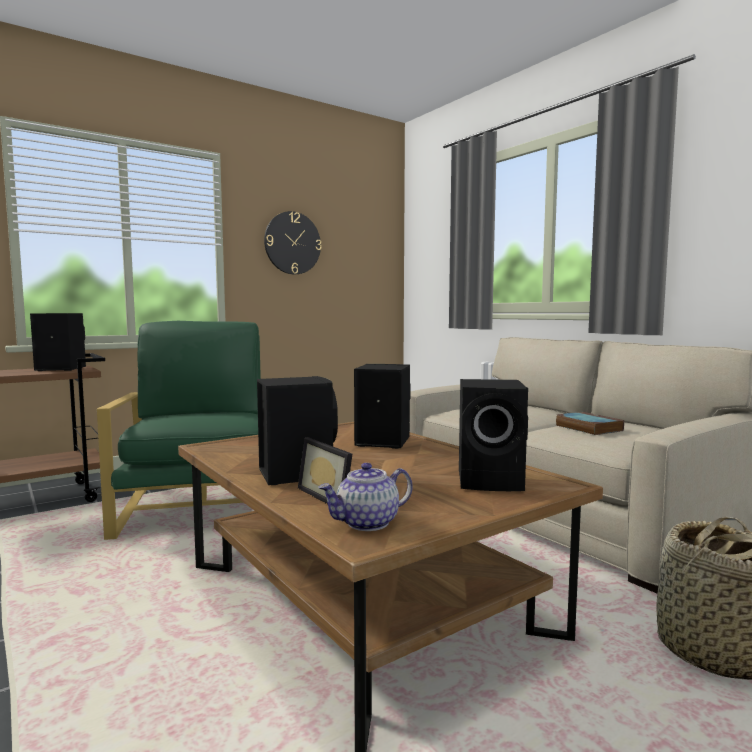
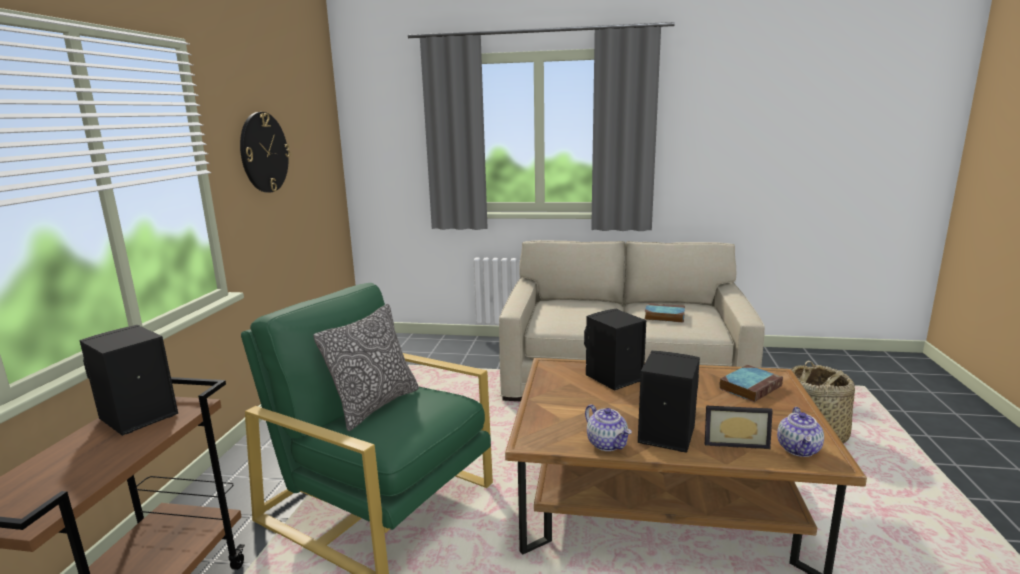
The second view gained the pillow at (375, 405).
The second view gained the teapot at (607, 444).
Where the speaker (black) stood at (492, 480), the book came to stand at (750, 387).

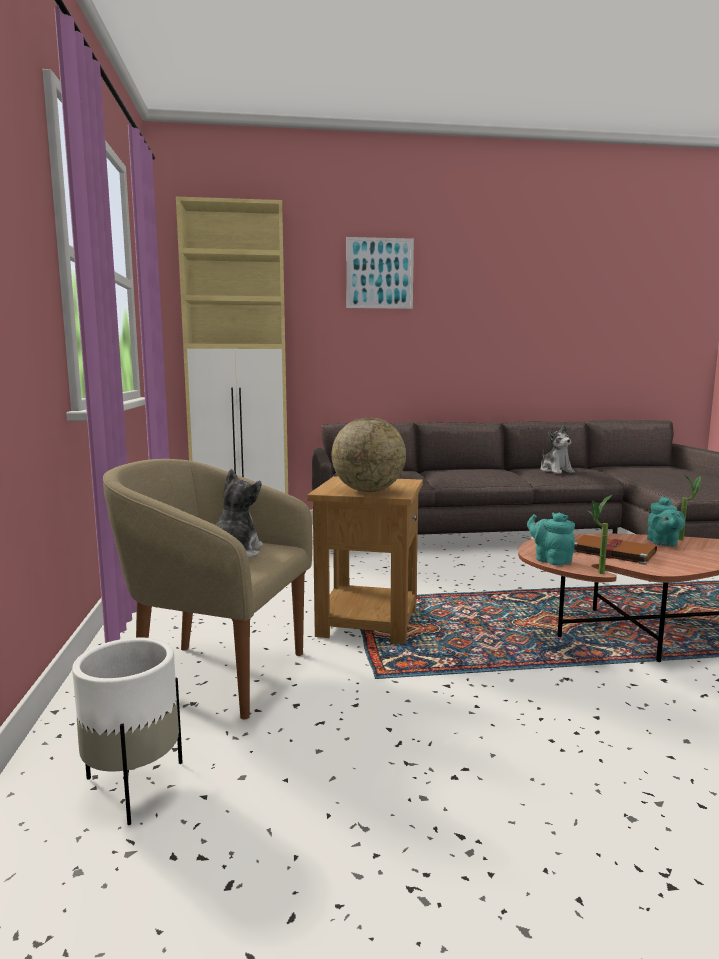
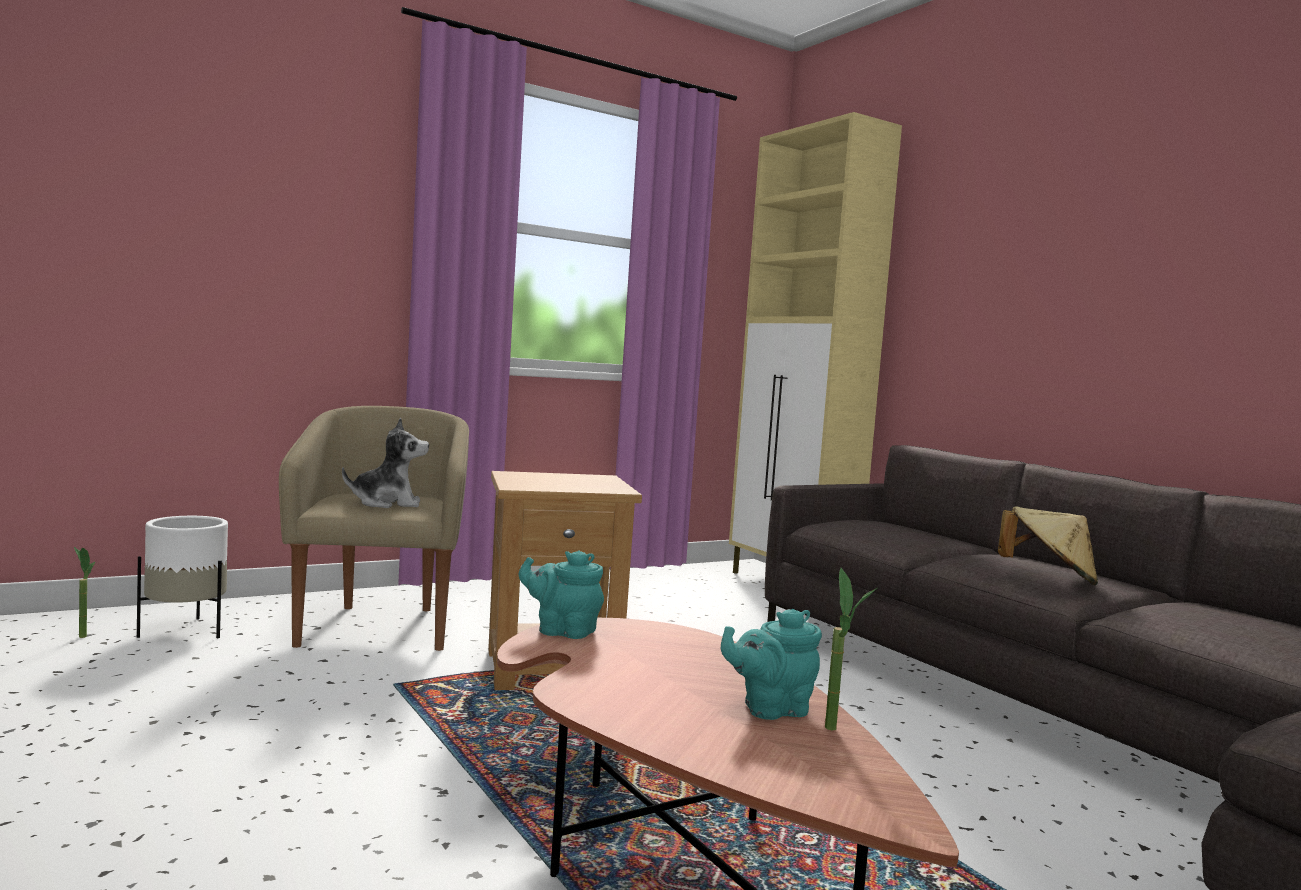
The potted plant ended up elsewhere, having gone from (596, 573) to (81, 634).
The teapot (turquoise) at (550, 560) ended up facing another way, 105 degrees counterclockwise from before.
The second view gained the hat (beige) at (1049, 578).
The second view lost the globe at (368, 491).
The second view lost the picture at (379, 273).
The second view lost the plush toy at (556, 471).
The second view lost the book (brown) at (611, 552).

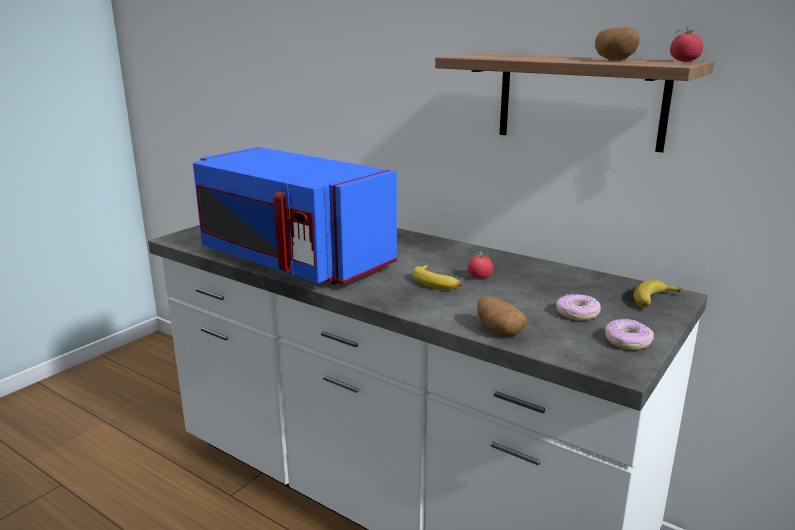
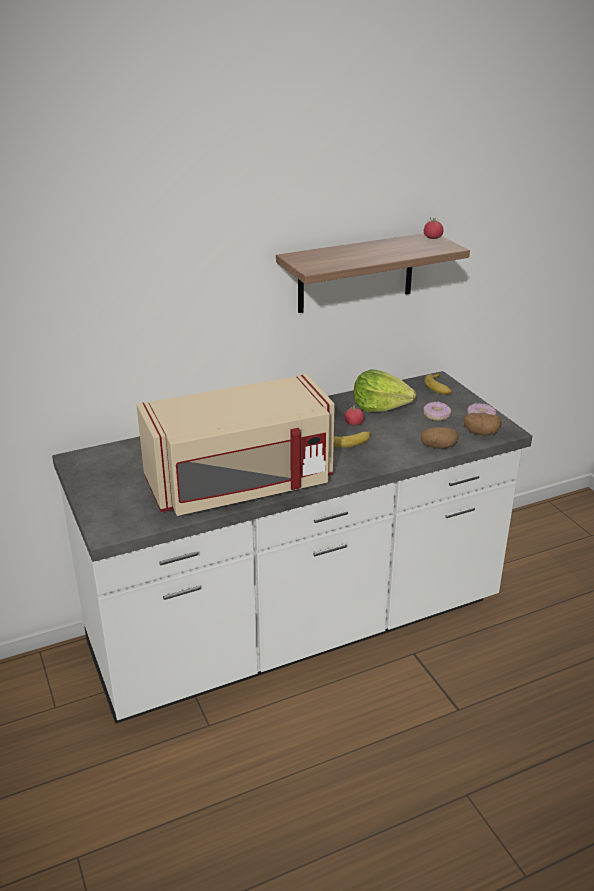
What was the microwave (blue) at (292, 260) turned into the microwave (beige) at (241, 485).
The second view gained the lettuce at (380, 406).
The potato ended up elsewhere, having gone from (613, 60) to (480, 433).

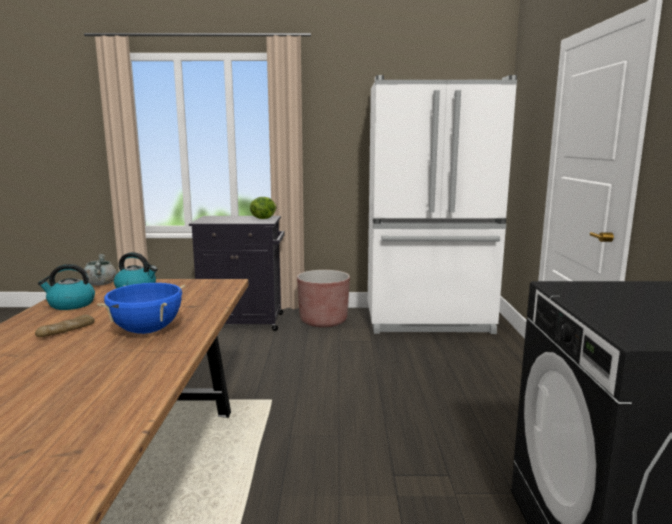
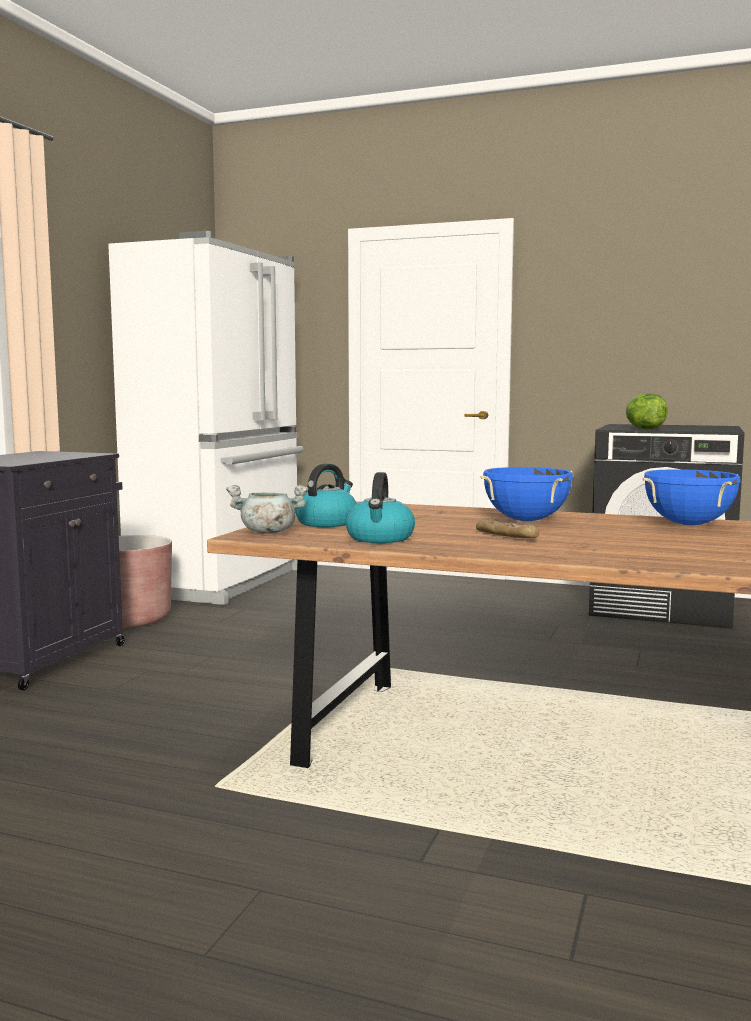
The lettuce ended up elsewhere, having gone from (263, 218) to (644, 429).
The second view gained the cooking pot (blue) at (688, 524).

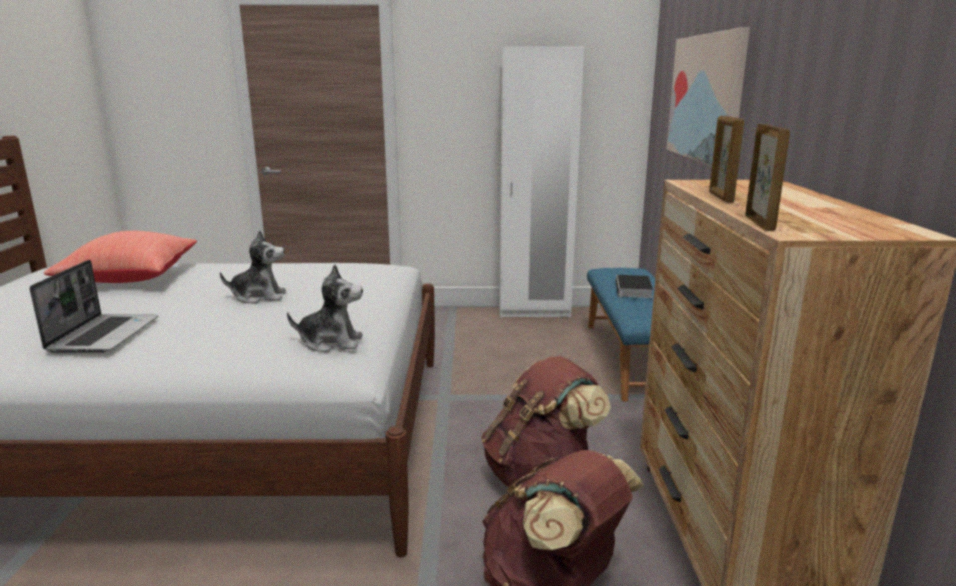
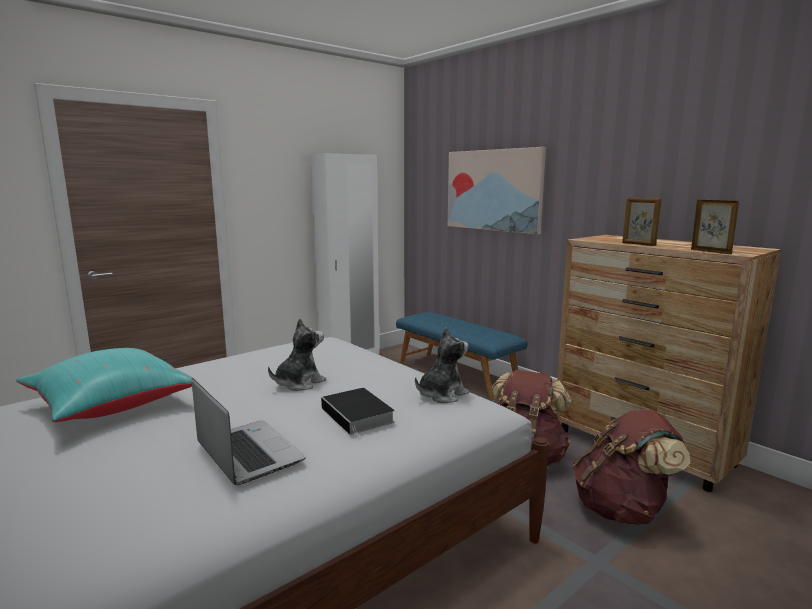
What was the pillow (red) at (130, 279) turned into the pillow (turquoise) at (109, 407).
The book ended up elsewhere, having gone from (634, 290) to (359, 416).

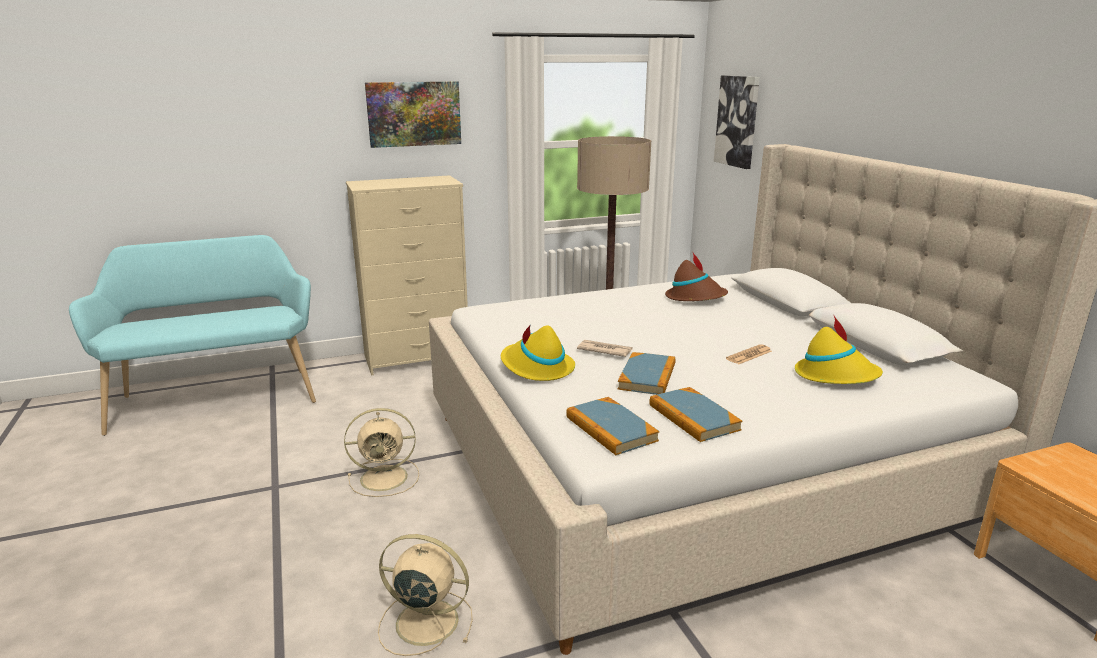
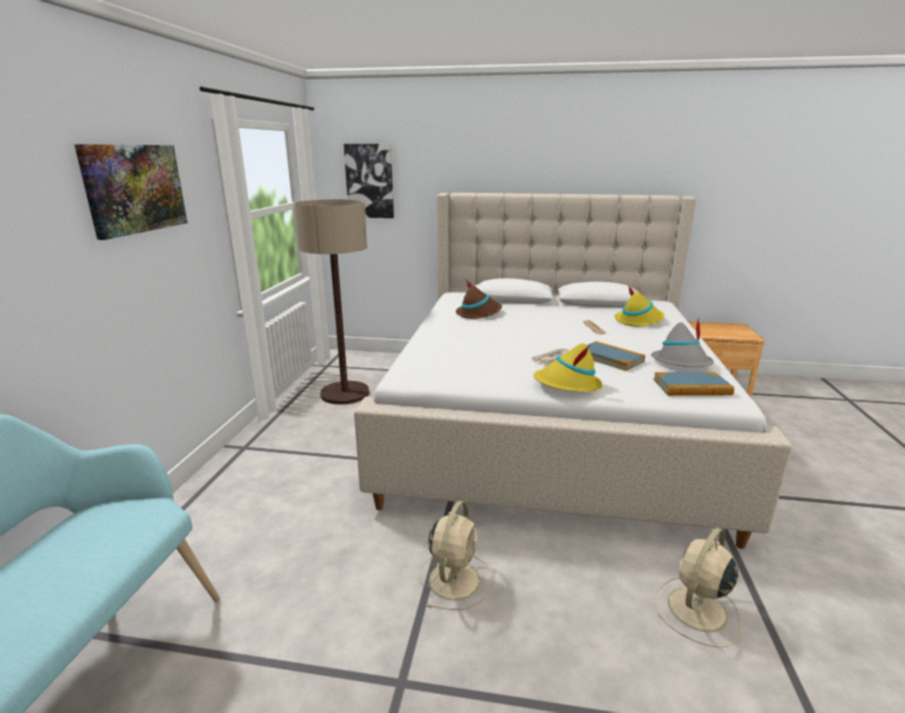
Where the book stood at (693, 417), the hat (grey) came to stand at (682, 363).
The second view lost the dresser (beige) at (417, 357).

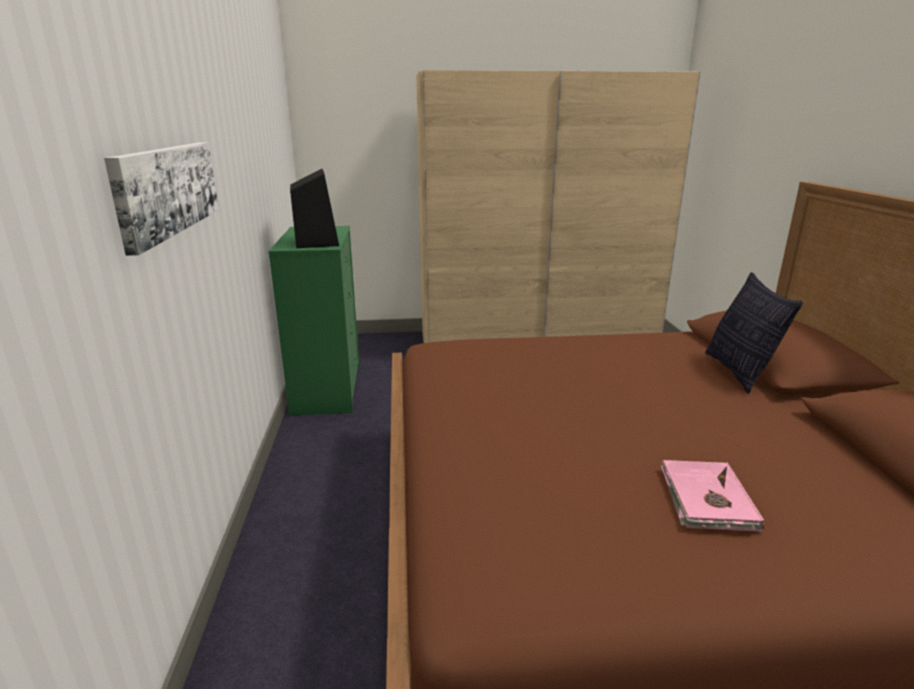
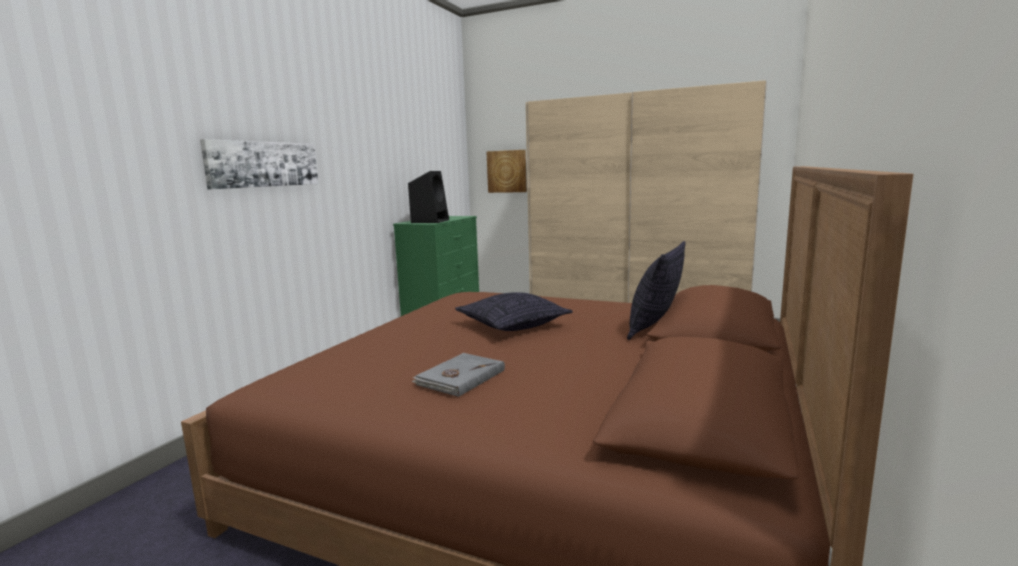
What was the book (pink) at (706, 499) turned into the book (grey) at (459, 377).
The second view gained the pillow at (513, 325).
The second view gained the picture at (507, 171).

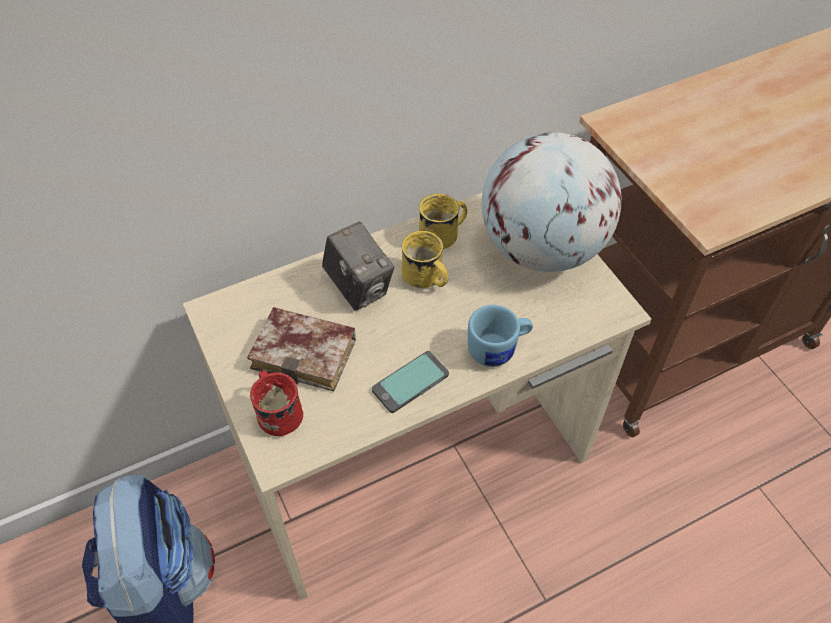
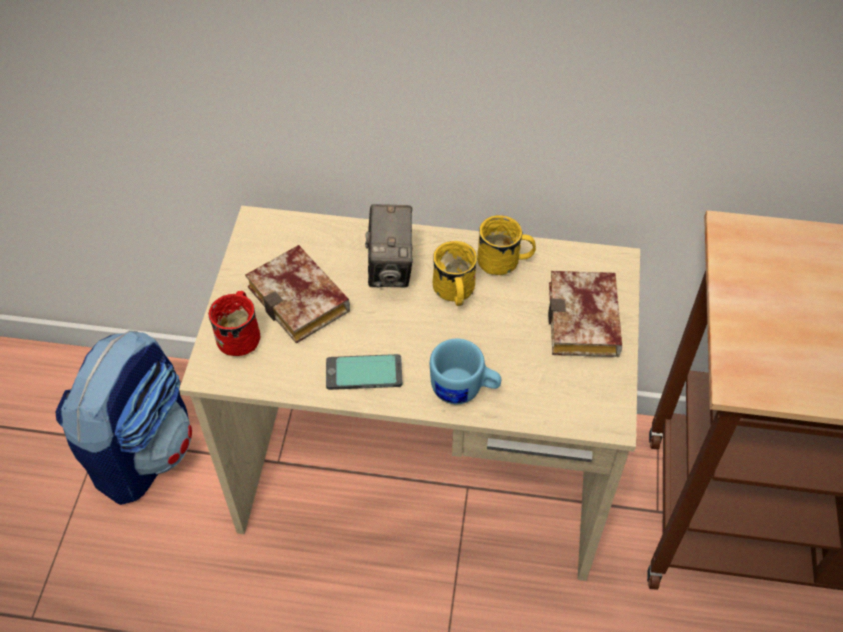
Where the globe stood at (542, 249), the book came to stand at (586, 323).

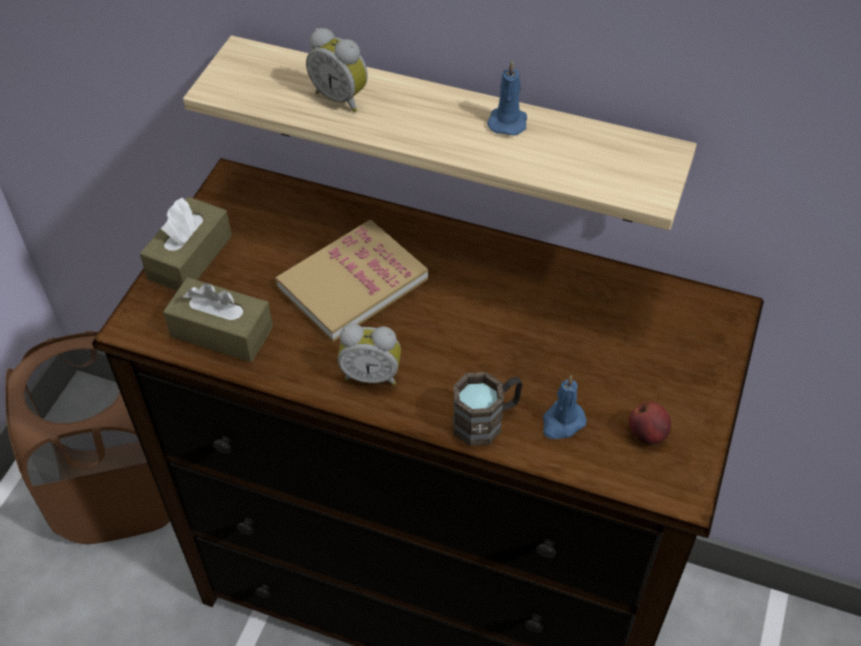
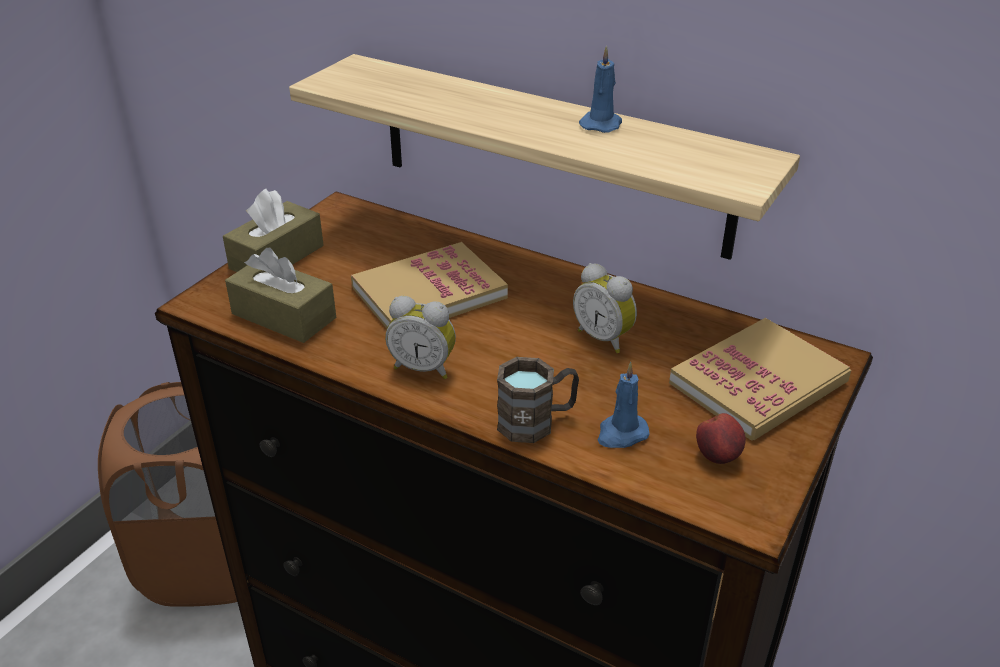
The alarm clock ended up elsewhere, having gone from (341, 97) to (604, 338).
The second view gained the book at (758, 383).

